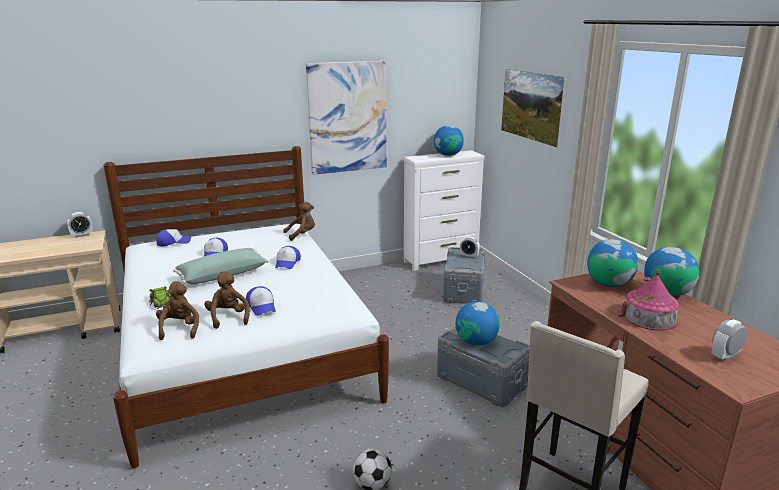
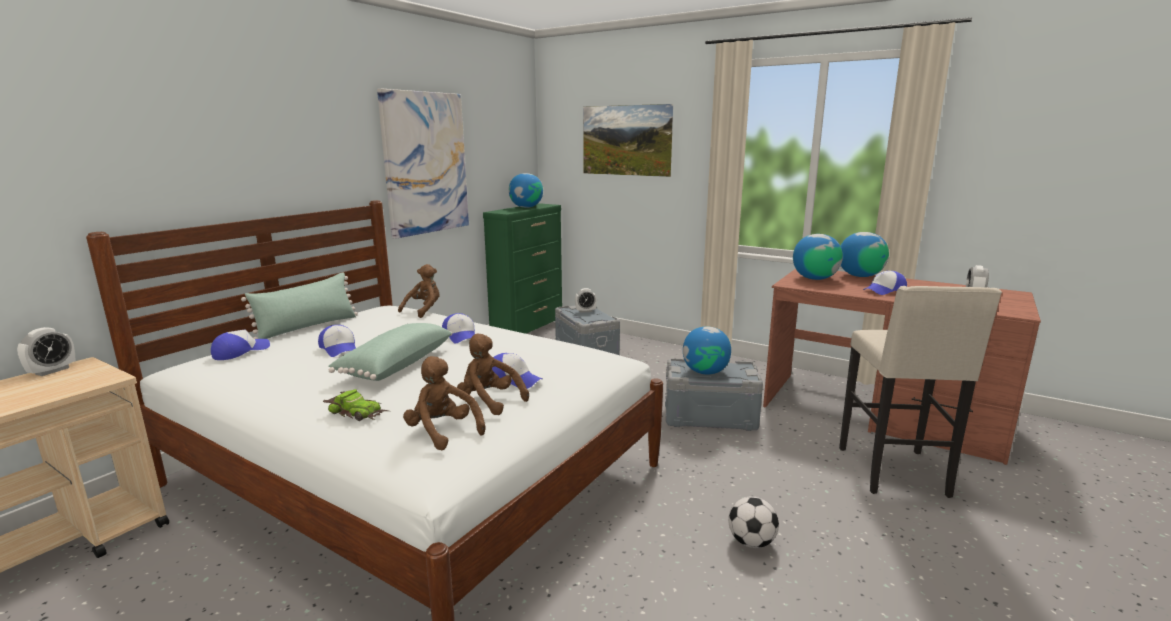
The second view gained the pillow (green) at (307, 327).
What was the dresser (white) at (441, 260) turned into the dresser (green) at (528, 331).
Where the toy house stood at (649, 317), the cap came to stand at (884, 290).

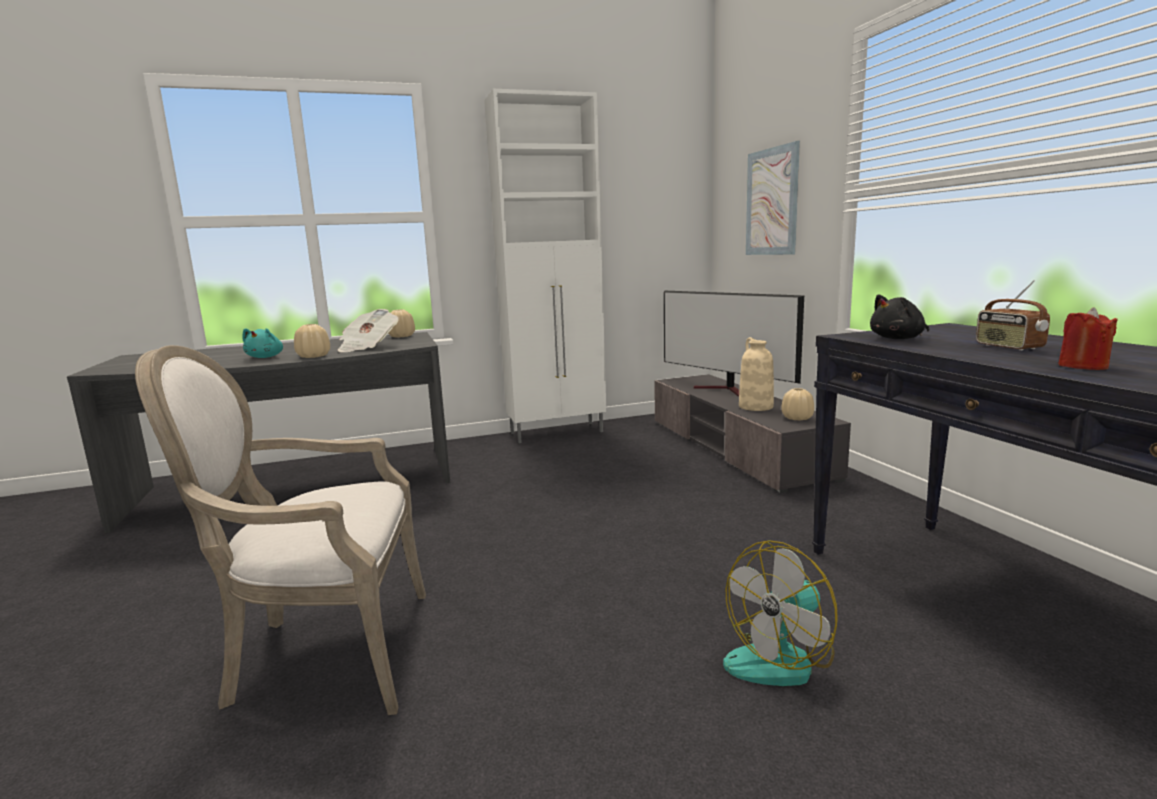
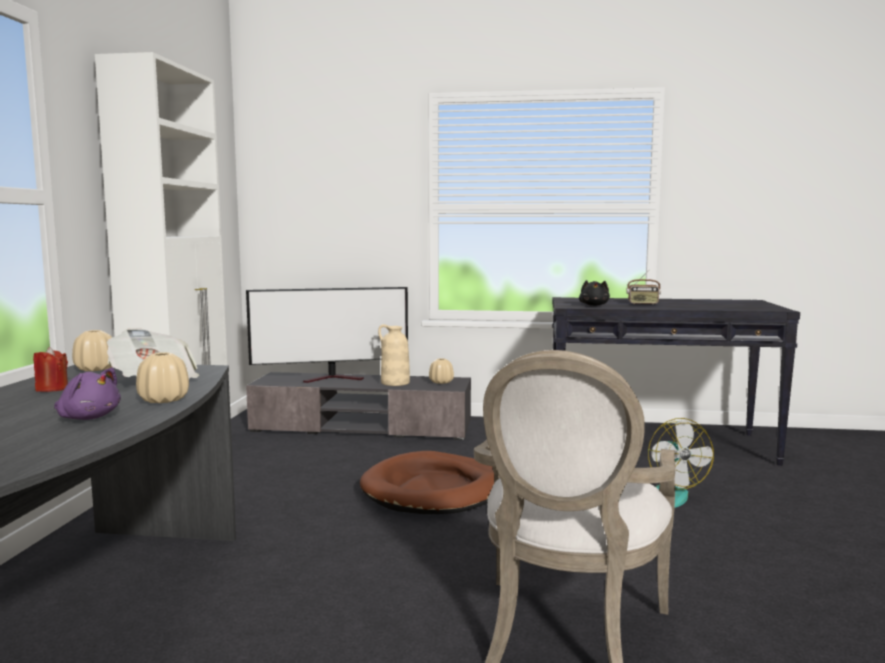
The candle (red) ended up elsewhere, having gone from (1082, 366) to (52, 389).
What was the plush toy (turquoise) at (266, 357) turned into the plush toy (purple) at (88, 417).
The second view gained the dog bed (brown) at (434, 490).
The second view lost the picture at (772, 202).

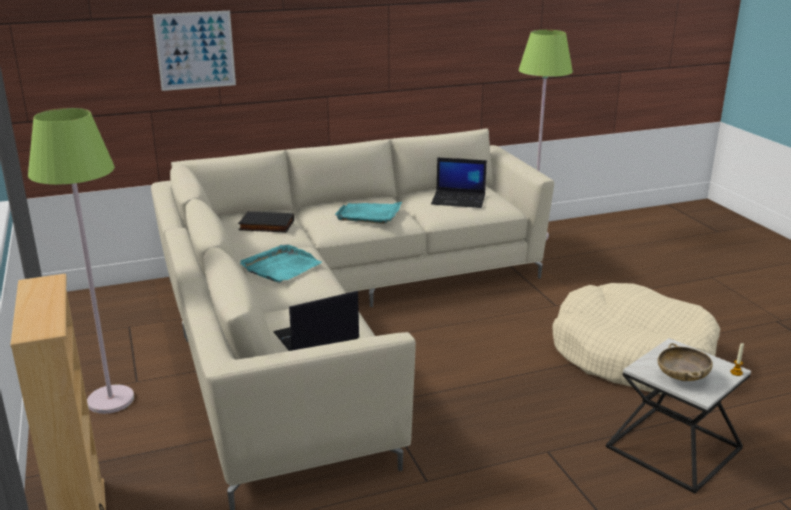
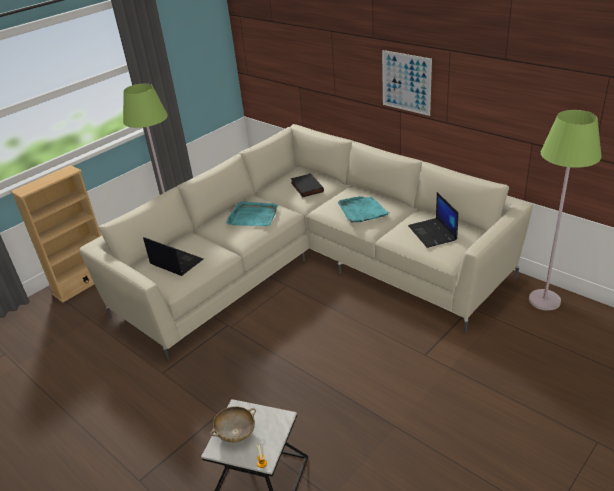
The picture ended up elsewhere, having gone from (195, 50) to (406, 82).
The second view lost the dog bed (beige) at (632, 356).

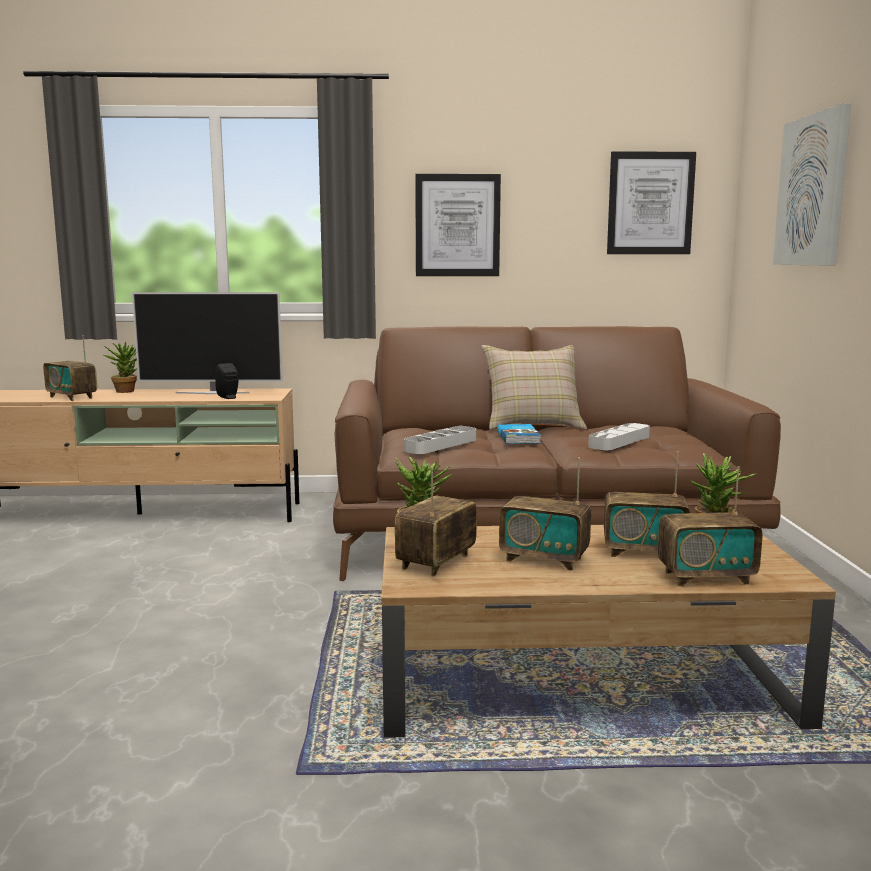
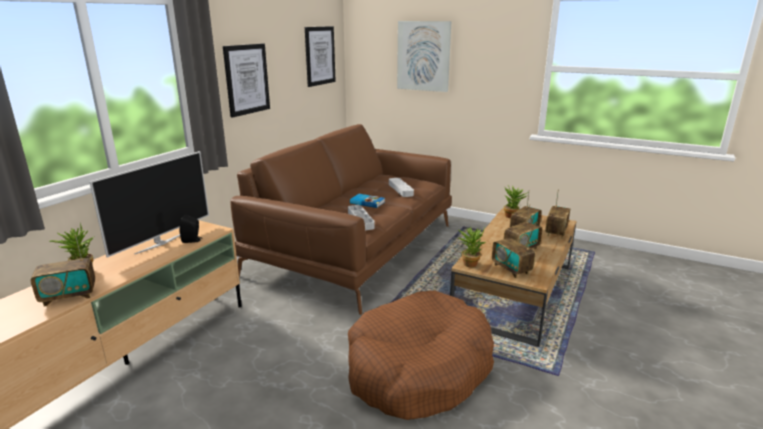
The second view gained the dog bed (brown) at (418, 369).
The second view lost the pillow (beige) at (533, 426).

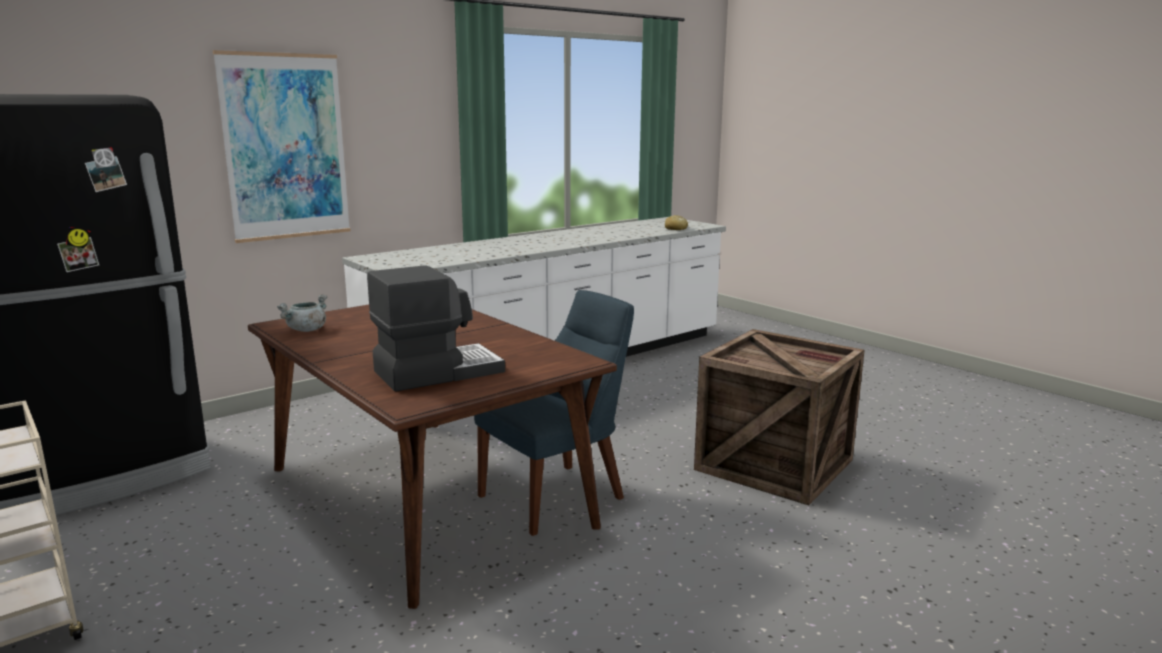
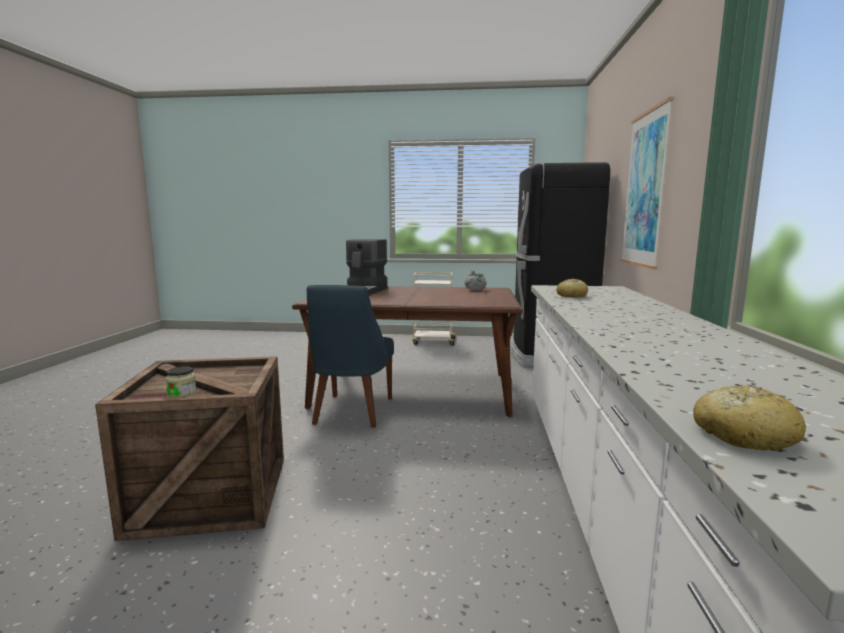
The second view gained the jar at (182, 396).
The second view gained the bread at (571, 296).

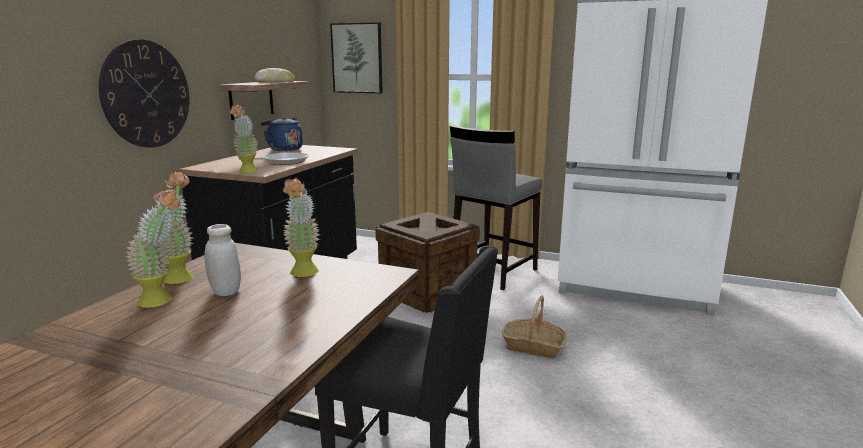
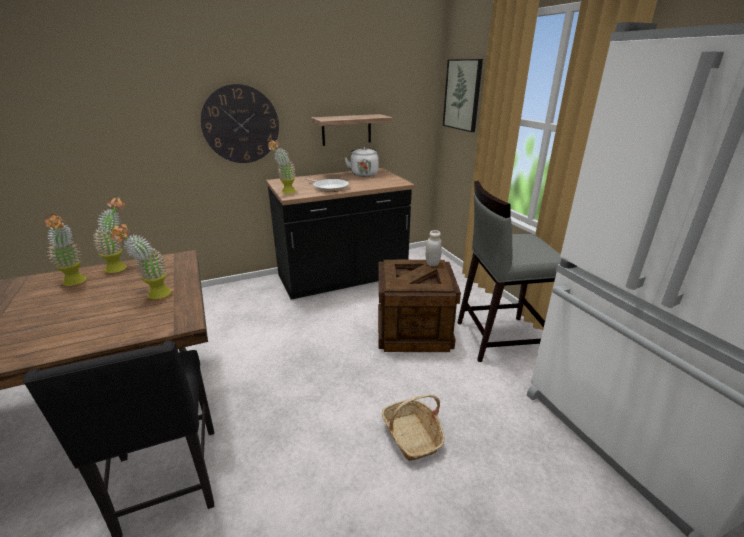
What was the kettle (blue) at (284, 149) turned into the kettle (white) at (364, 174).
The jar (white) ended up elsewhere, having gone from (225, 291) to (432, 263).
The second view lost the bread at (275, 82).

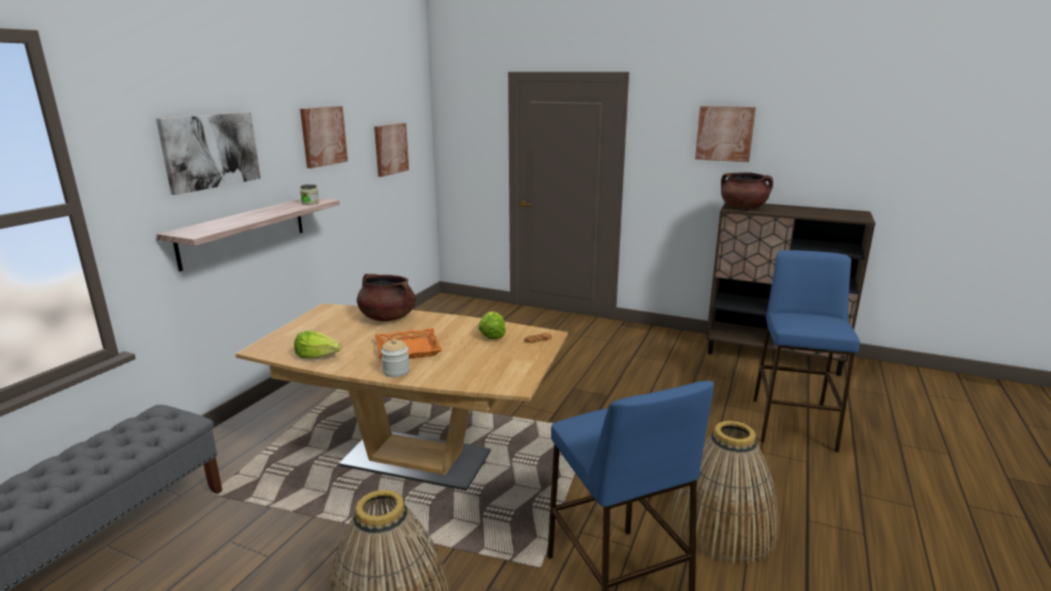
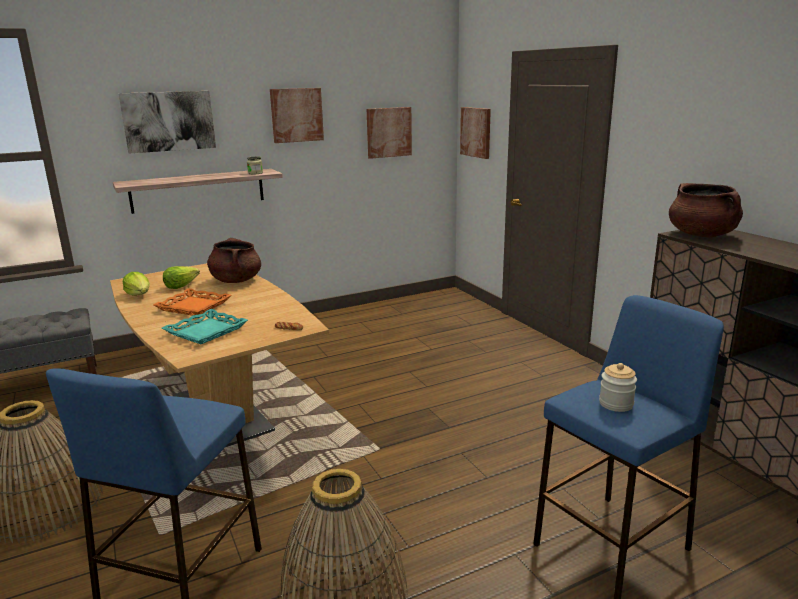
The second view gained the tray (turquoise) at (206, 331).
The lettuce ended up elsewhere, having gone from (492, 334) to (181, 286).
The picture ended up elsewhere, having gone from (724, 133) to (476, 132).
The jar ended up elsewhere, having gone from (396, 371) to (616, 404).

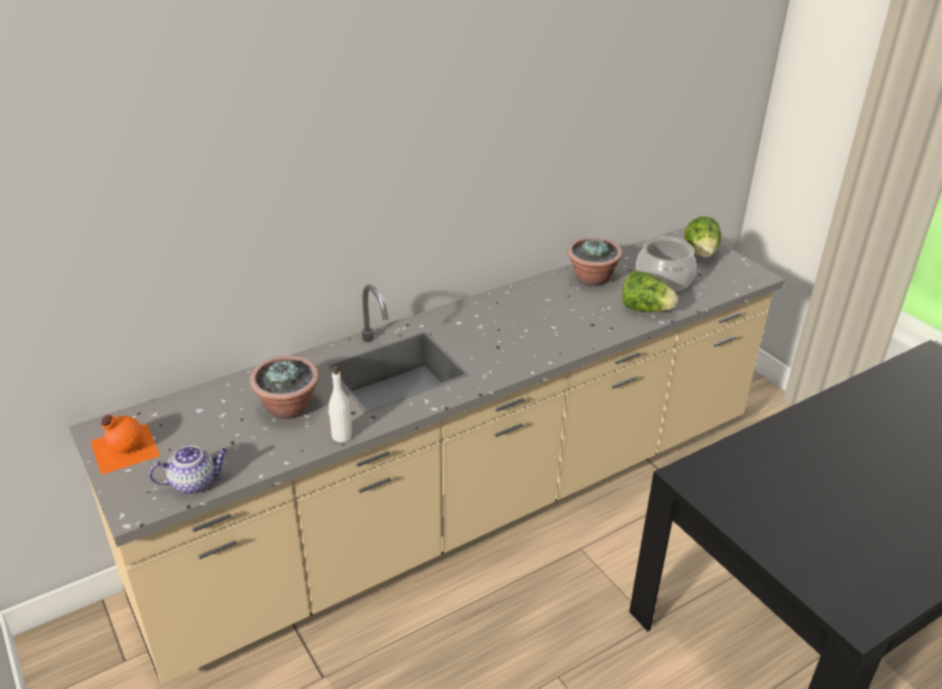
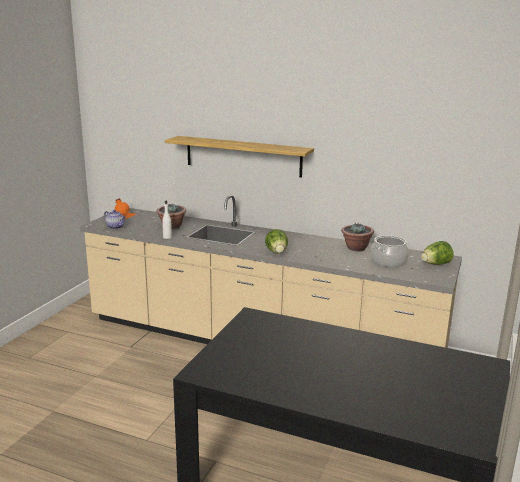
The second view gained the shelf at (243, 156).
The lettuce ended up elsewhere, having gone from (645, 309) to (277, 253).

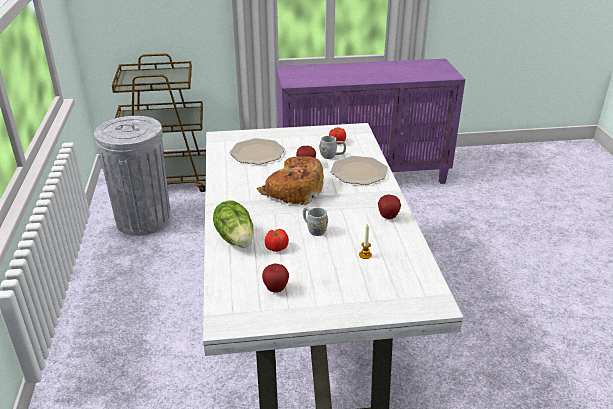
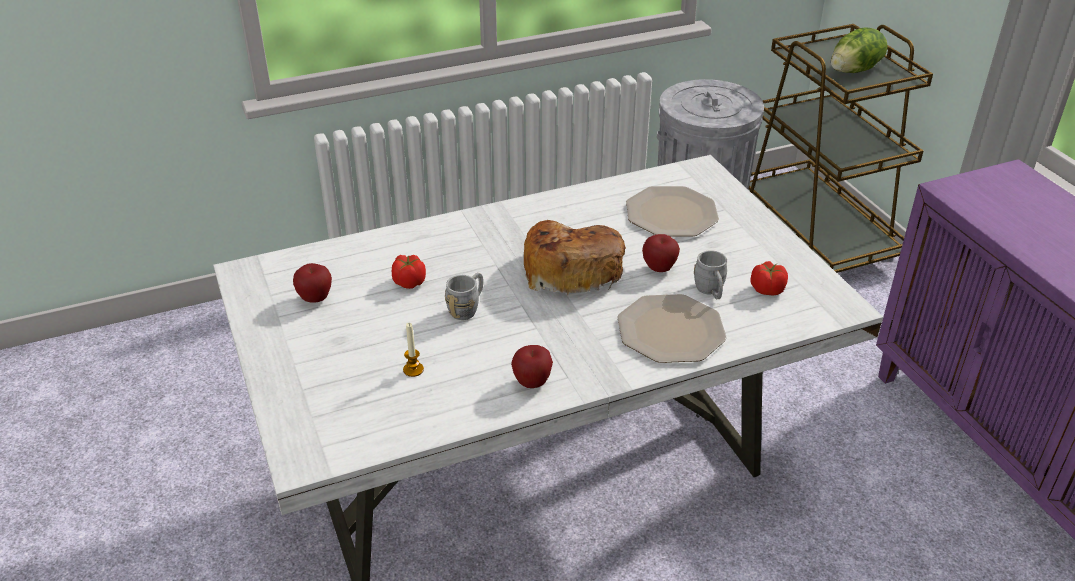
The lettuce ended up elsewhere, having gone from (236, 238) to (855, 70).

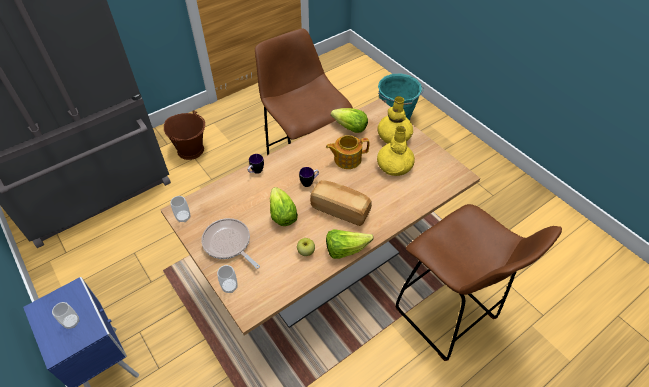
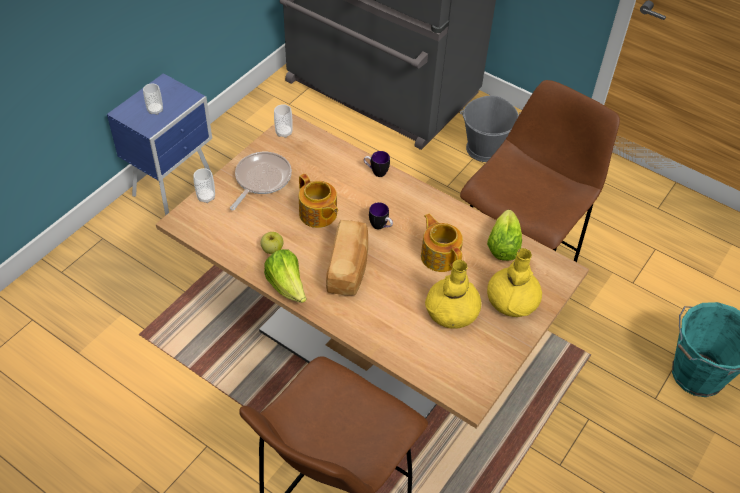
Where the lettuce stood at (282, 215), the teapot came to stand at (318, 214).
What was the bucket (brown) at (191, 150) turned into the bucket (grey) at (485, 149).

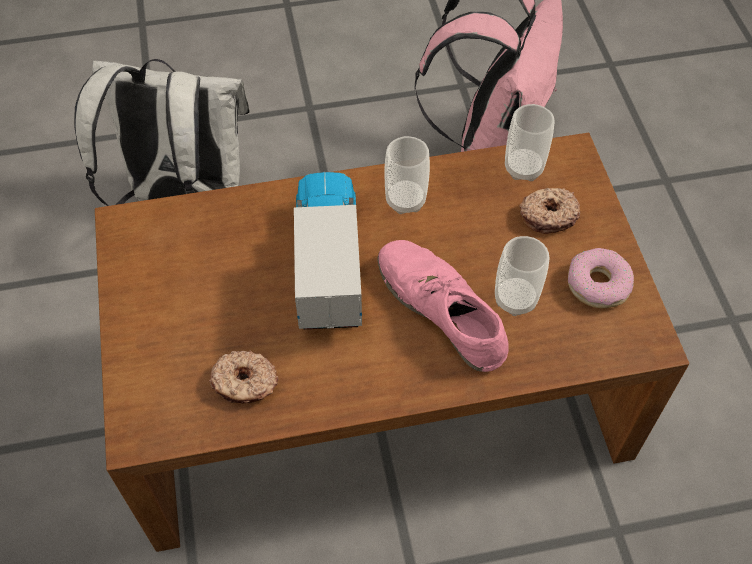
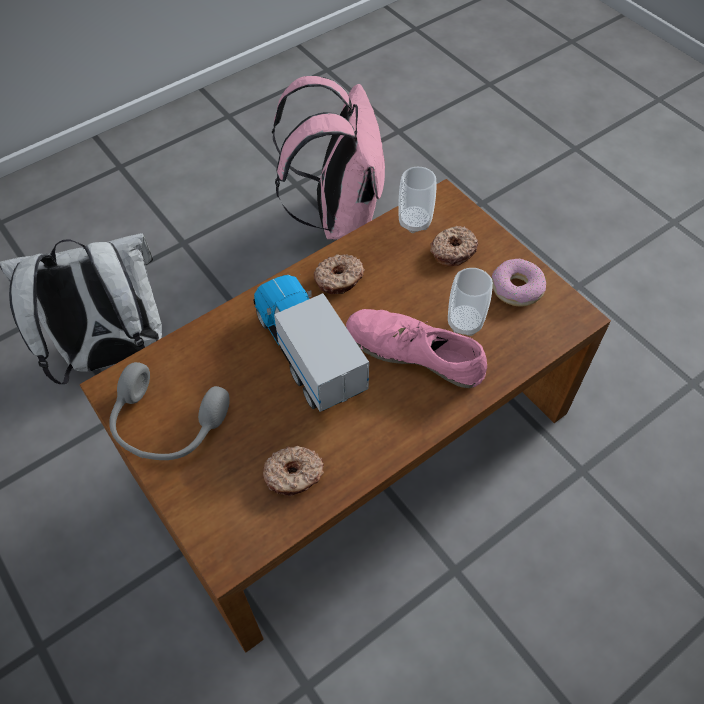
The second view gained the headphones (grey) at (166, 425).
Where the cup stood at (405, 200), the donut came to stand at (339, 279).

